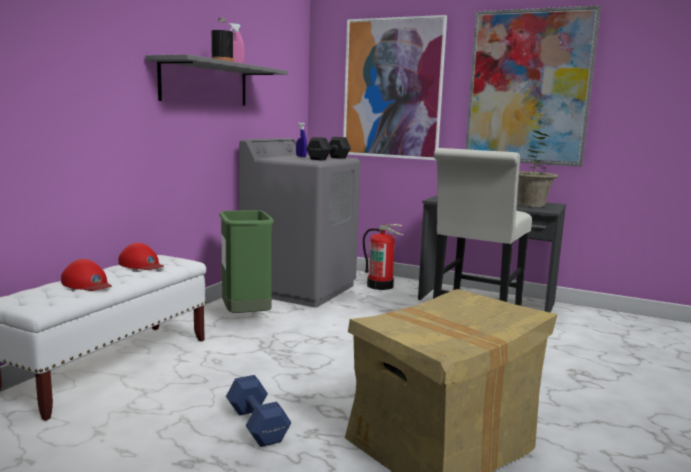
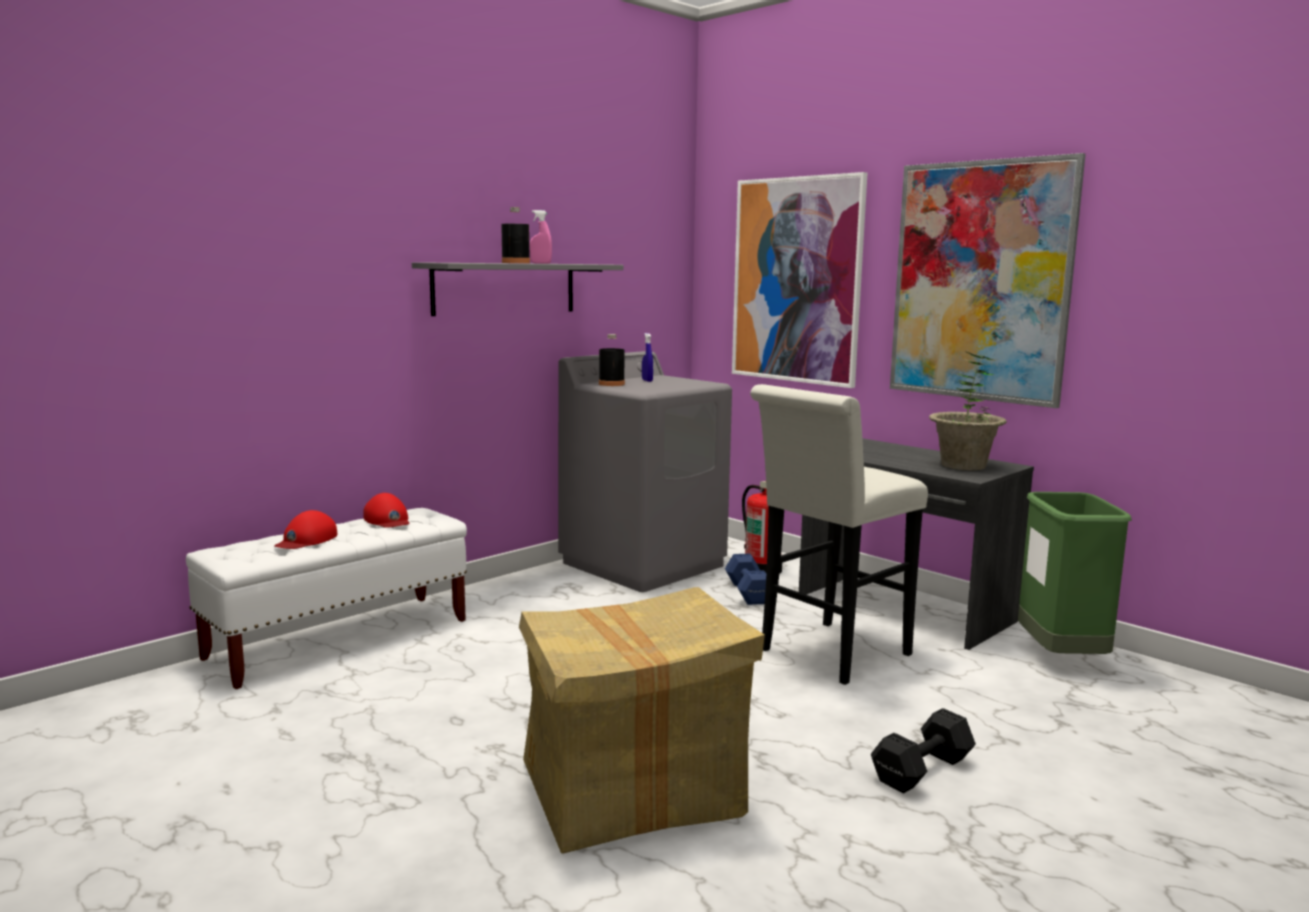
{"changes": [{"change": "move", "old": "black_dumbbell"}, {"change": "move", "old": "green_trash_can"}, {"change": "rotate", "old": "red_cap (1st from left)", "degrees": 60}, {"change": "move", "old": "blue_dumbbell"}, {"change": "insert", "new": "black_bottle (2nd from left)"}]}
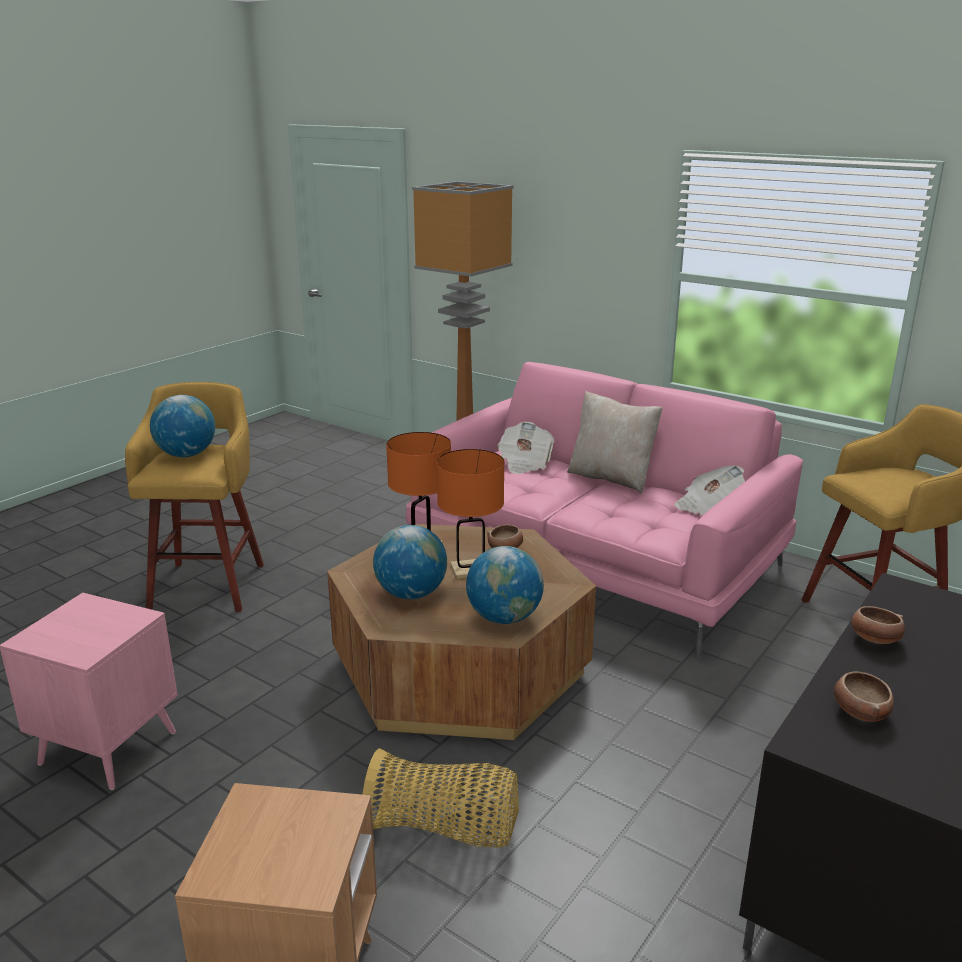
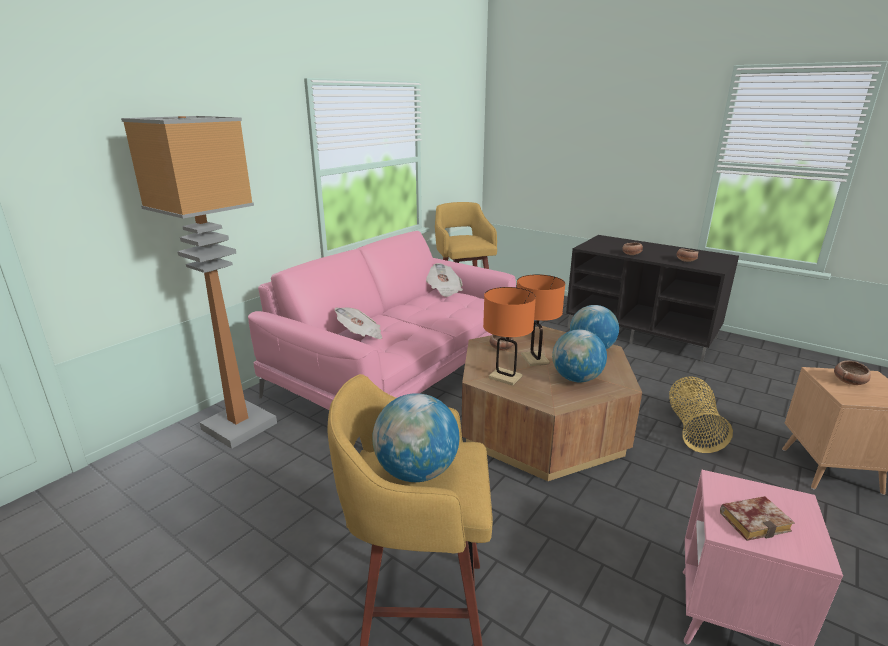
{"changes": [{"change": "delete", "old": "beige_pillow"}, {"change": "insert", "new": "bowl (4th from left)"}, {"change": "insert", "new": "book"}]}
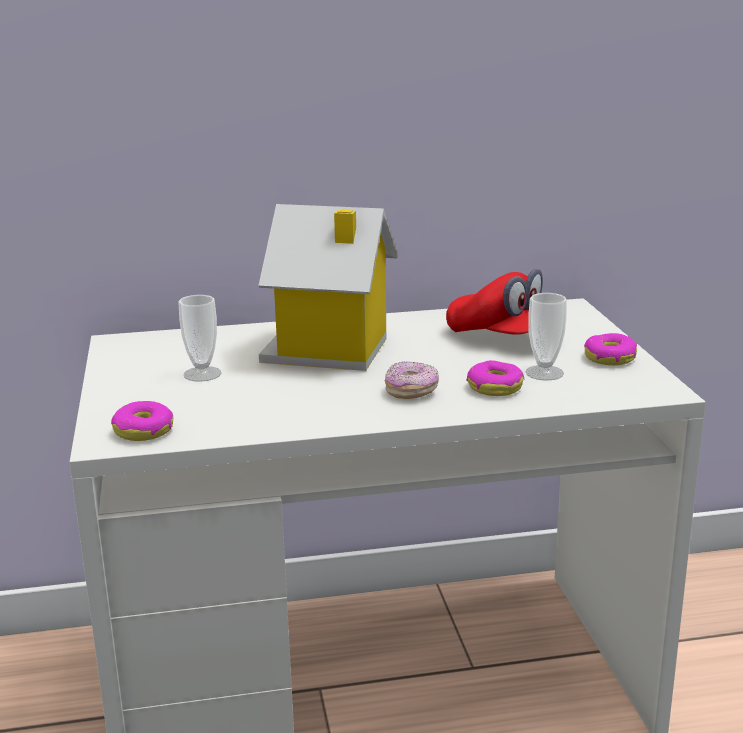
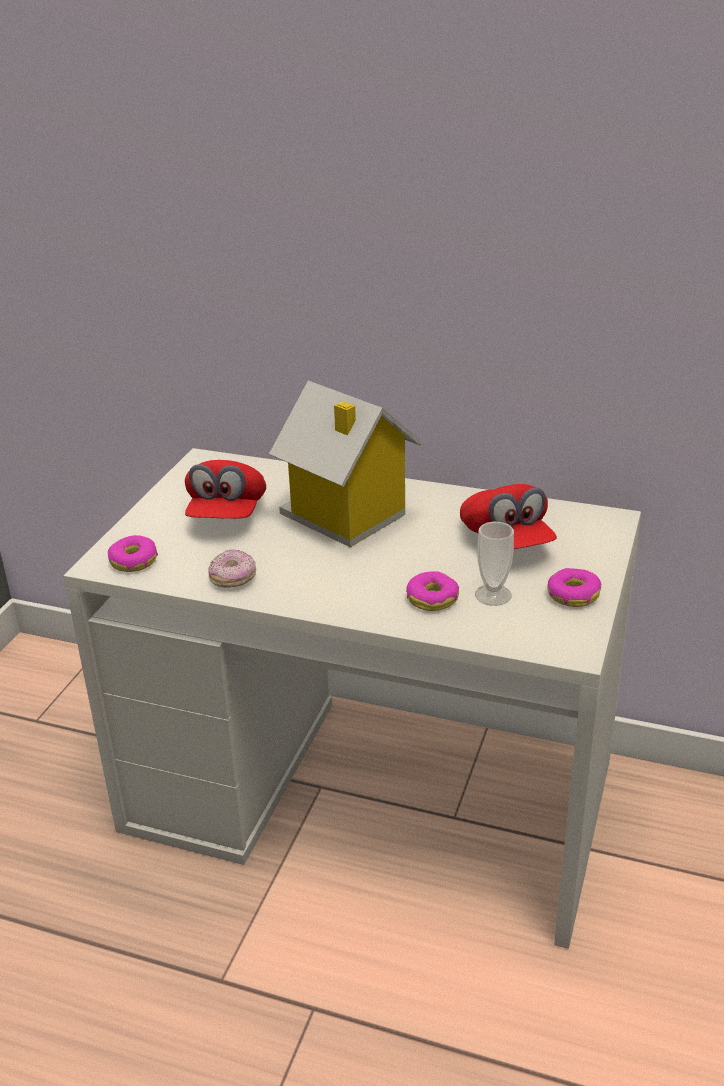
{"changes": [{"change": "replace", "old": "cup (1st from left)", "new": "red_cap (1st from left)"}, {"change": "move", "old": "donut (2nd from left)"}]}
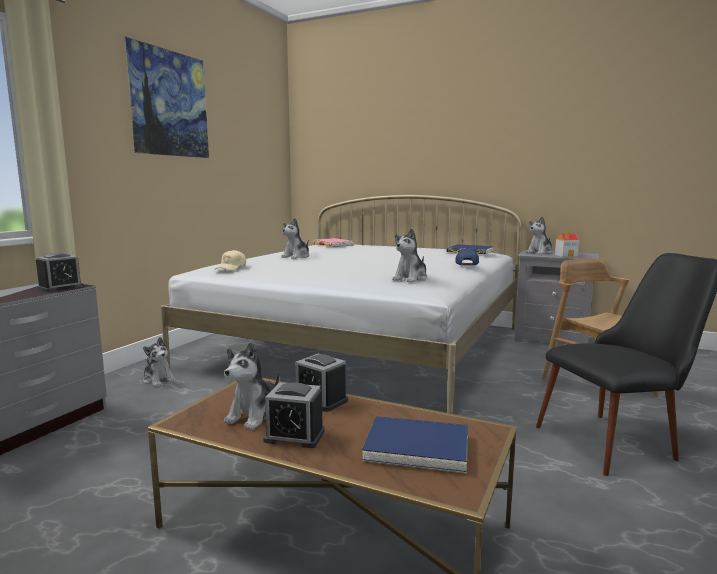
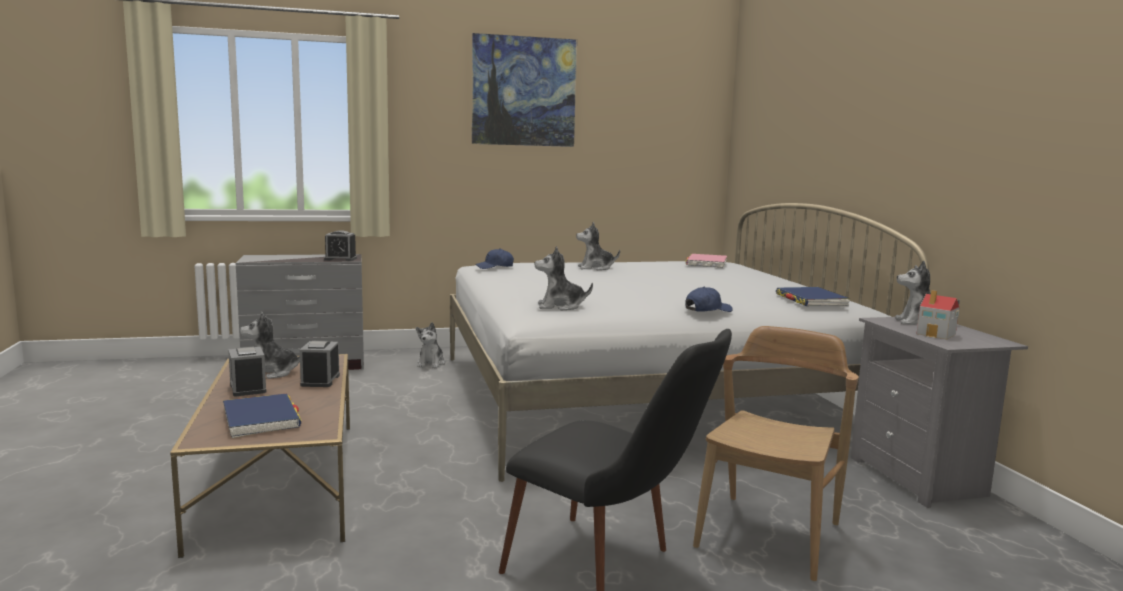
{"changes": [{"change": "recolor", "old": "beige_cap", "new": "blue_cap (1st from left)"}]}
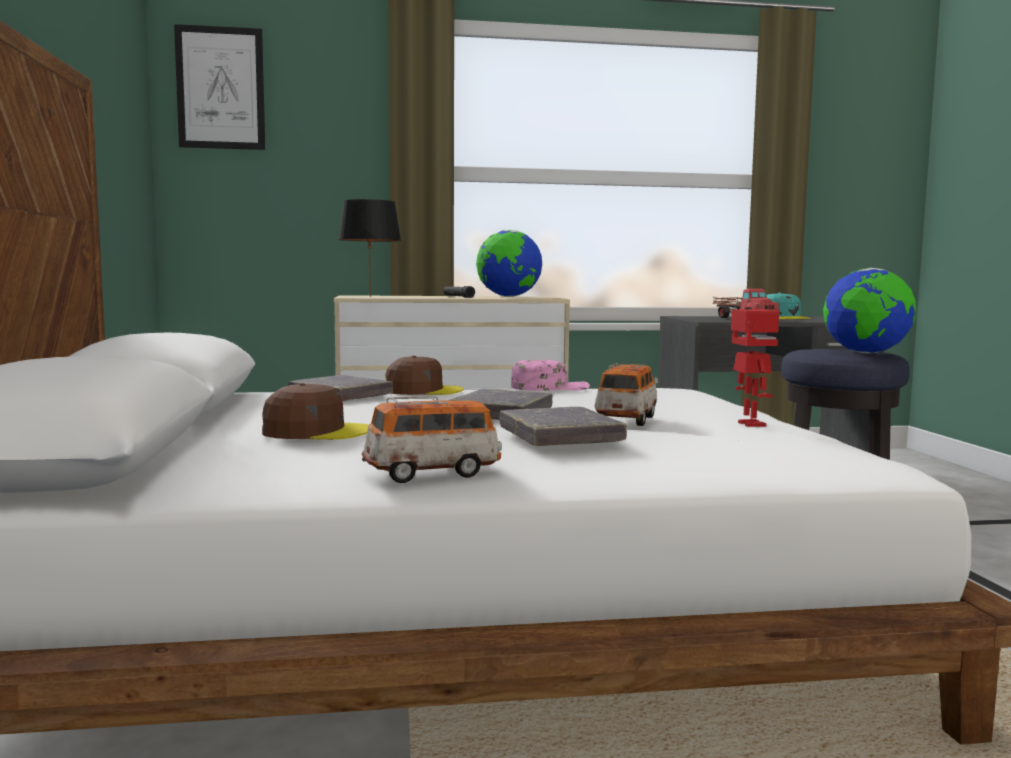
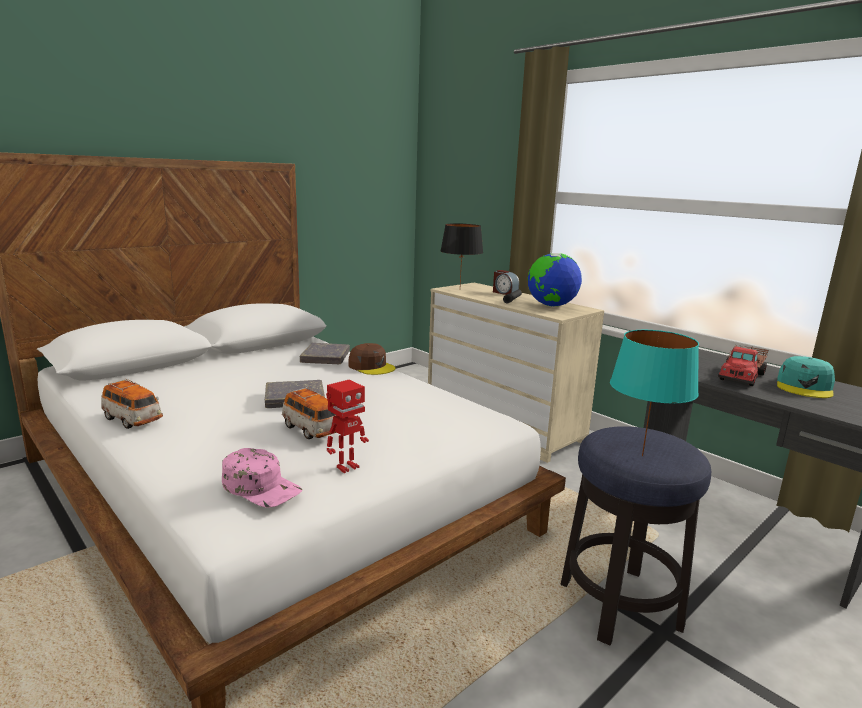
{"changes": [{"change": "delete", "old": "picture"}, {"change": "replace", "old": "globe (2nd from left)", "new": "turquoise_table_lamp"}, {"change": "move", "old": "pink_cap"}, {"change": "rotate", "old": "toy_car (2nd from left)", "degrees": 60}, {"change": "delete", "old": "brown_cap (1st from left)"}, {"change": "delete", "old": "grey_book (3rd from left)"}, {"change": "insert", "new": "alarm_clock"}]}
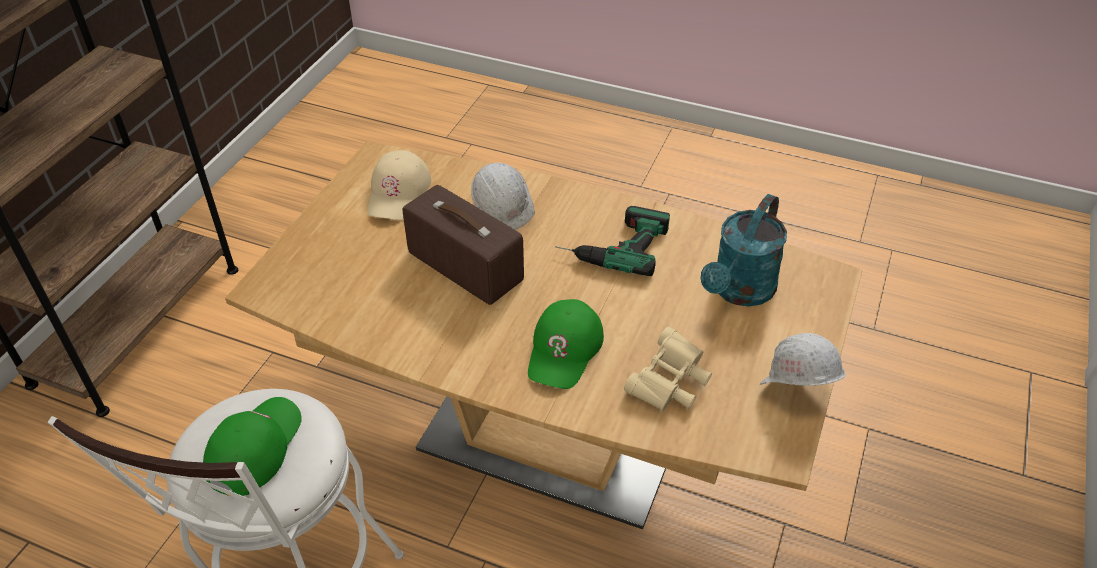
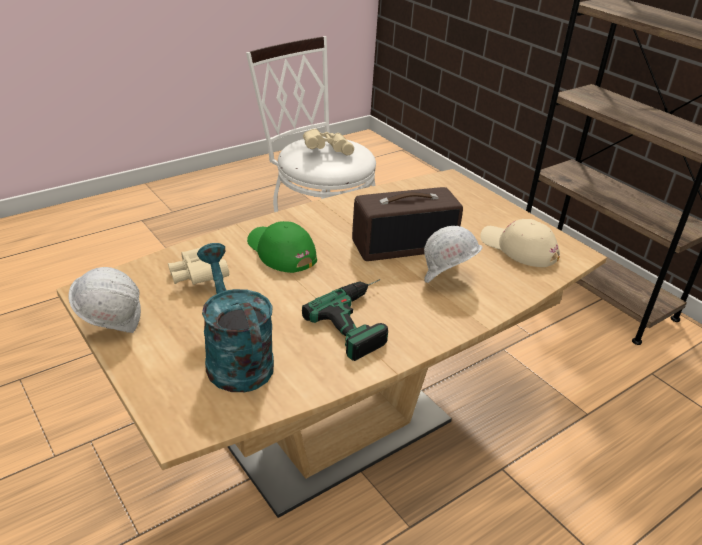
{"changes": [{"change": "replace", "old": "green_cap (1st from left)", "new": "beige_binoculars (2nd from left)"}]}
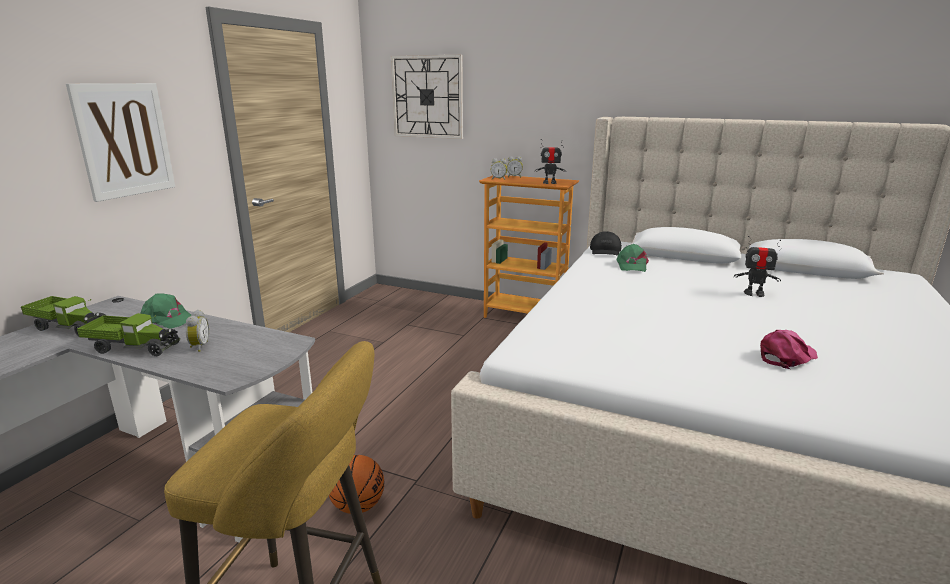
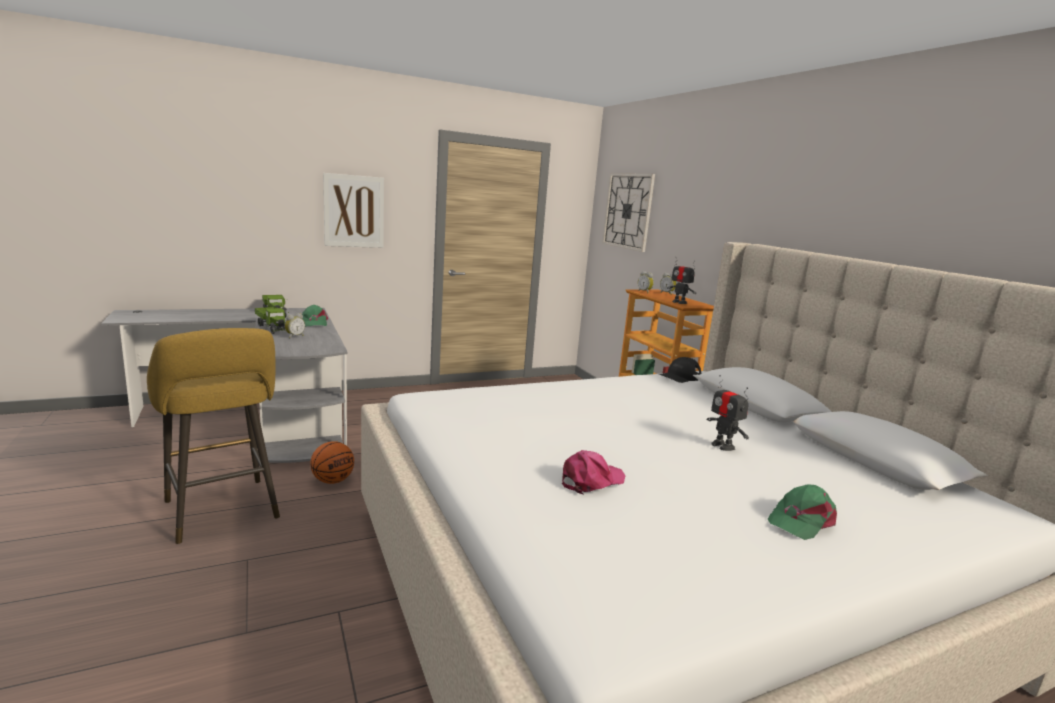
{"changes": [{"change": "move", "old": "green_cap (2nd from left)"}, {"change": "rotate", "old": "pink_cap", "degrees": -45}]}
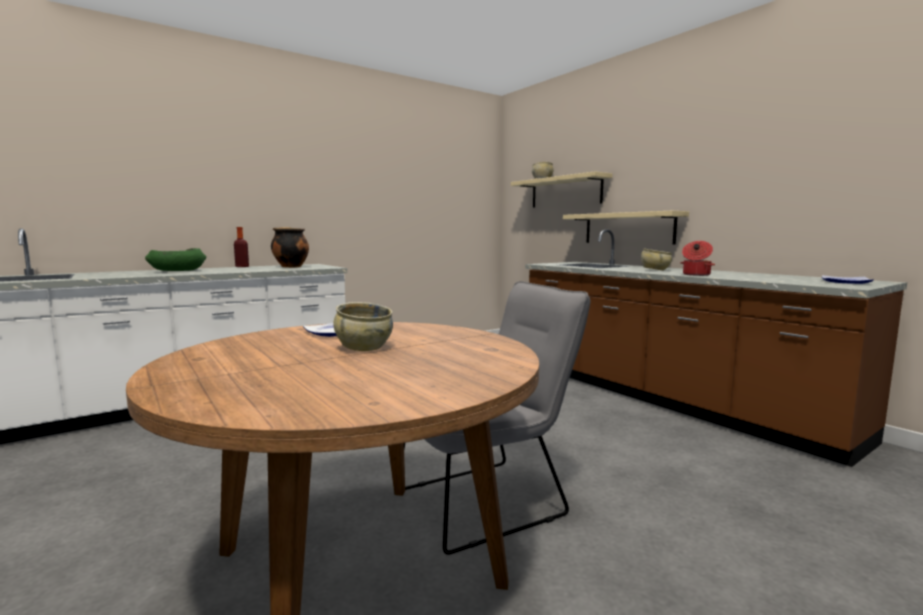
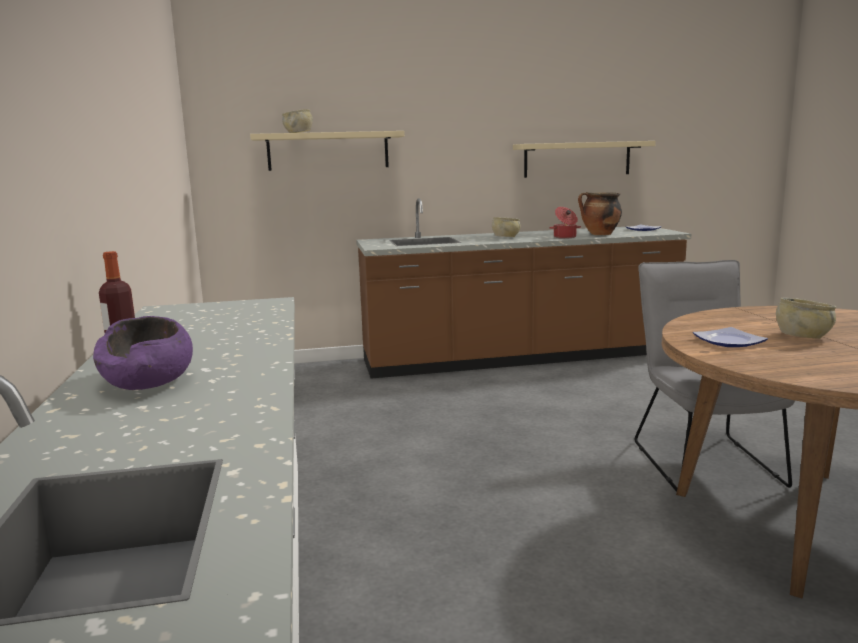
{"changes": [{"change": "move", "old": "beige_shelf (2nd from left)"}, {"change": "move", "old": "cooking_pot (1st from left in the first image)", "new": "cooking_pot (2nd from left)"}, {"change": "recolor", "old": "green_bowl", "new": "purple_bowl"}]}
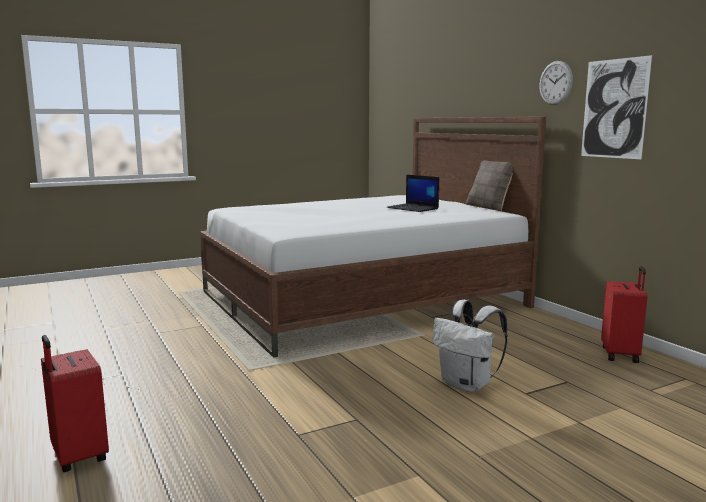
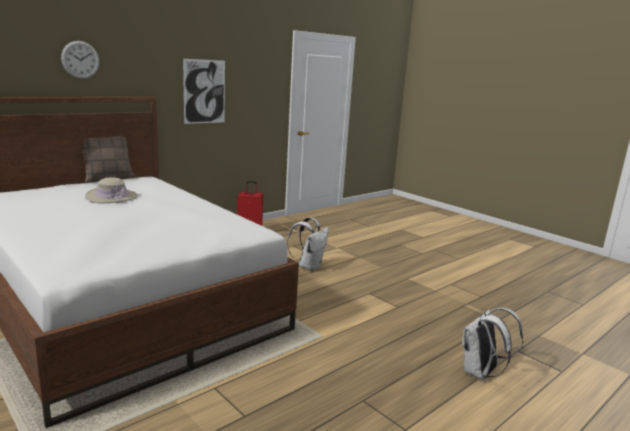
{"changes": [{"change": "move", "old": "wall_clock"}, {"change": "replace", "old": "laptop", "new": "beige_hat"}, {"change": "replace", "old": "red_suitcase (1st from left)", "new": "white_backpack (2nd from left)"}]}
